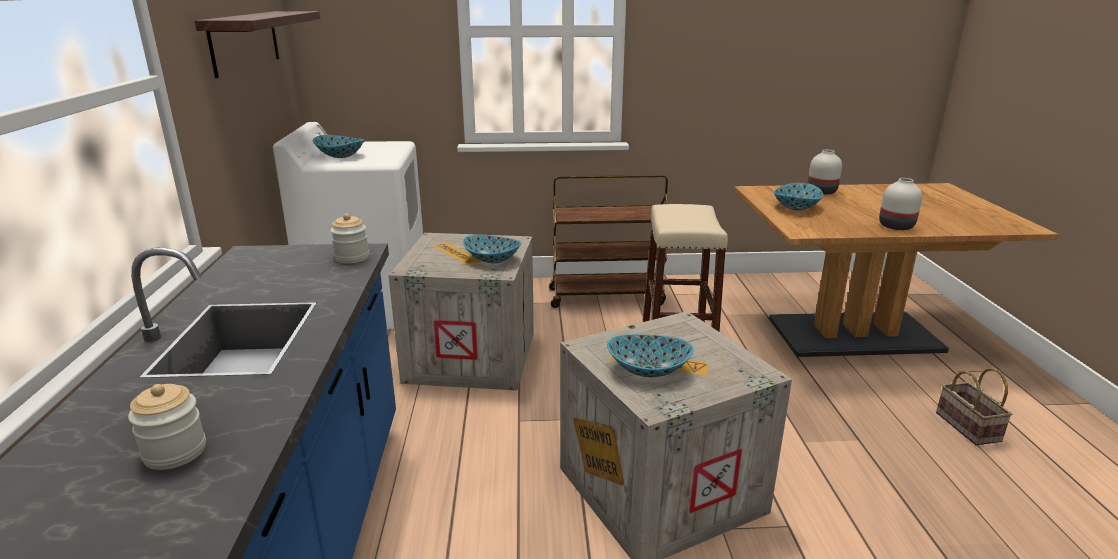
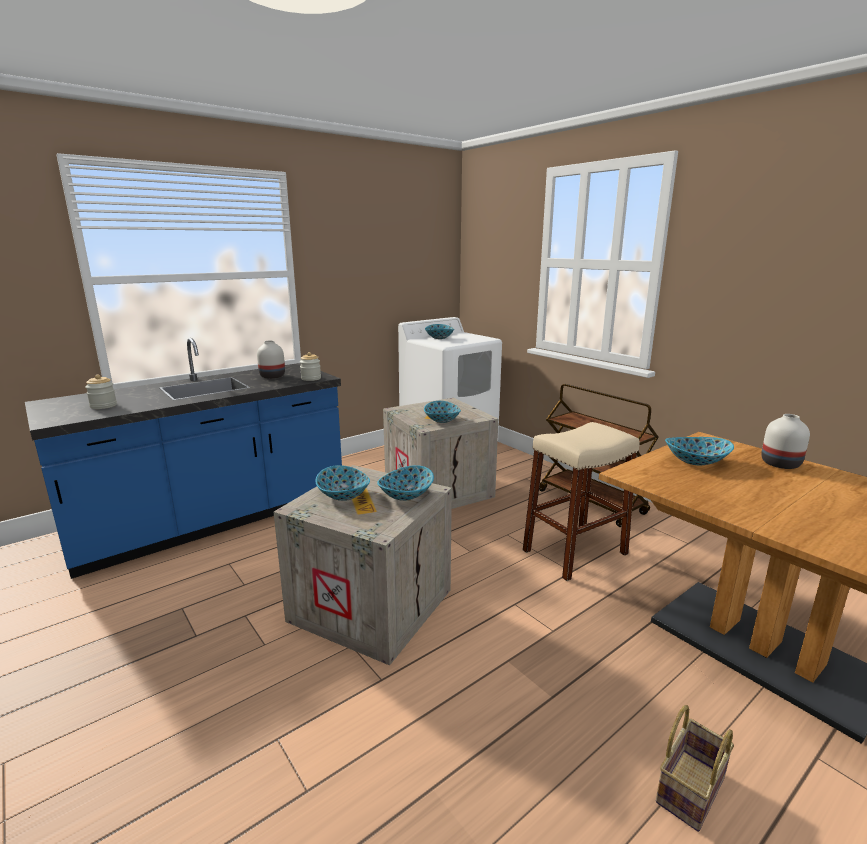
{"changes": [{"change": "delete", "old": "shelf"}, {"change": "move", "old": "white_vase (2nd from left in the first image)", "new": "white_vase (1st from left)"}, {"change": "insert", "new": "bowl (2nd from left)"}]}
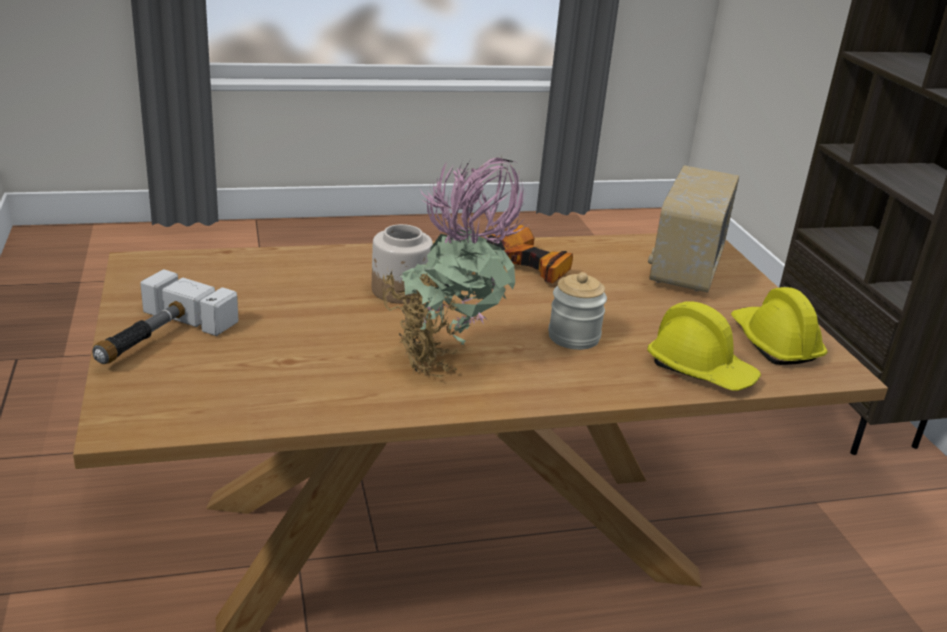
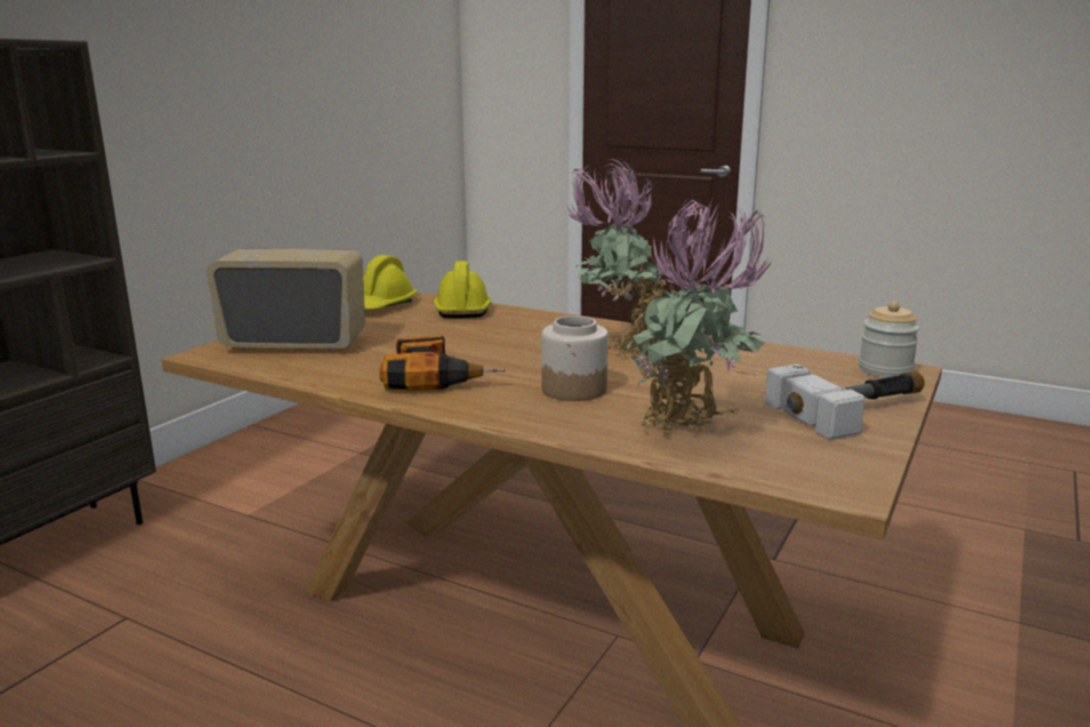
{"changes": [{"change": "rotate", "old": "radio", "degrees": -150}, {"change": "move", "old": "jar (2nd from left)"}, {"change": "insert", "new": "potted_plant (2nd from left)"}]}
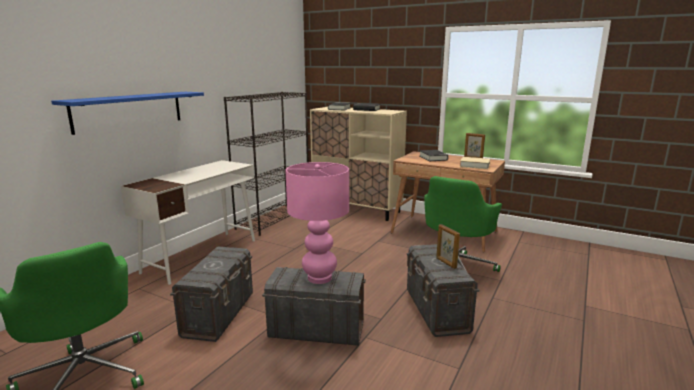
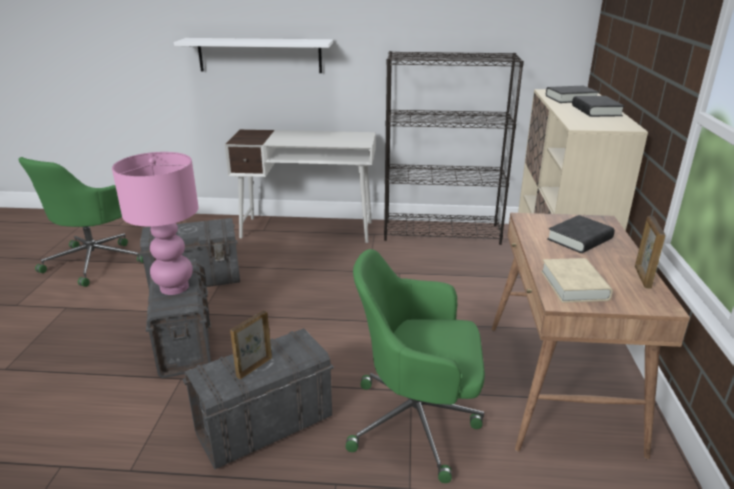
{"changes": [{"change": "recolor", "old": "blue_shelf", "new": "white_shelf"}]}
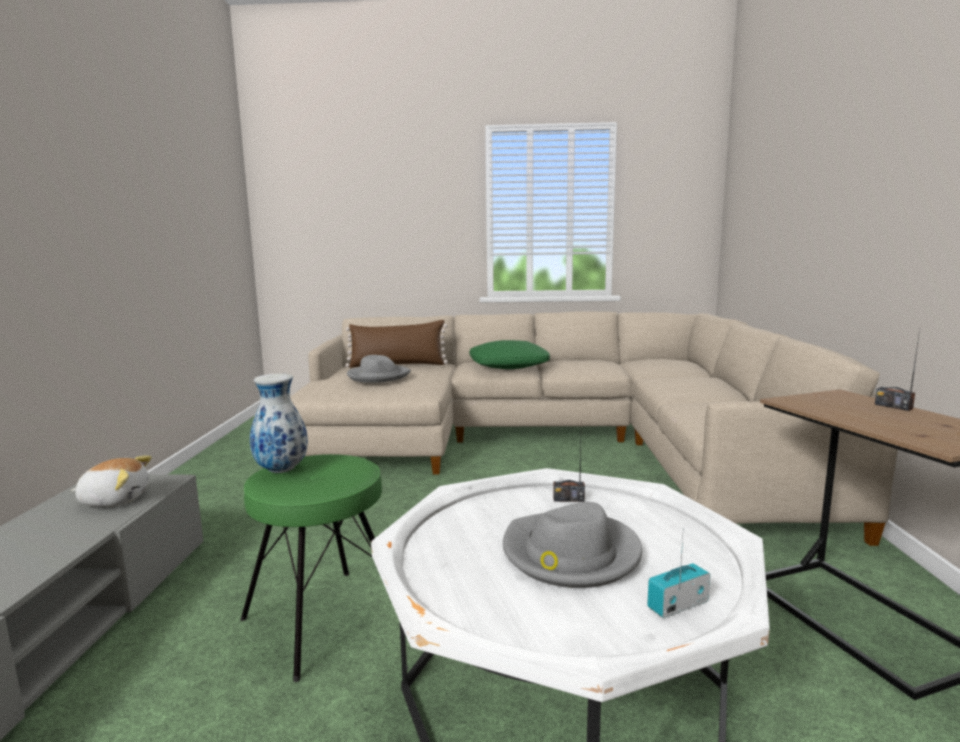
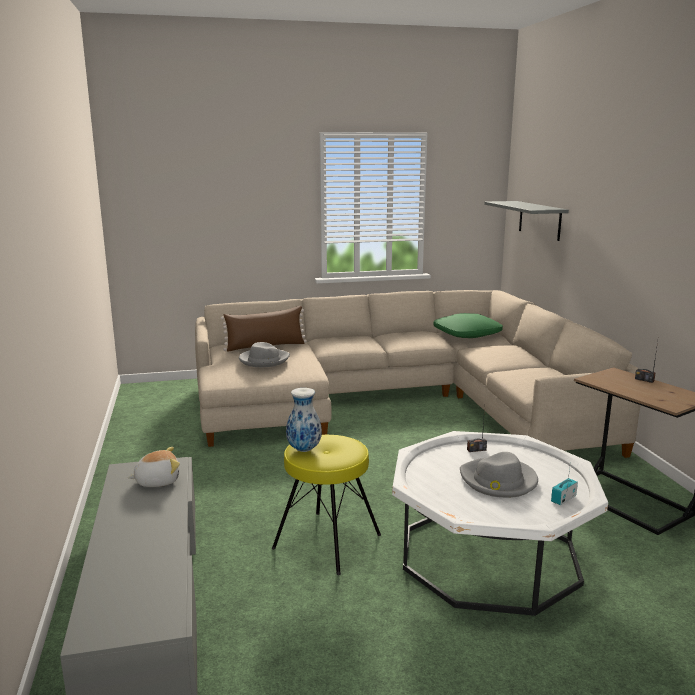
{"changes": [{"change": "move", "old": "green_pillow"}, {"change": "recolor", "old": "green_stool", "new": "yellow_stool"}, {"change": "insert", "new": "grey_shelf"}]}
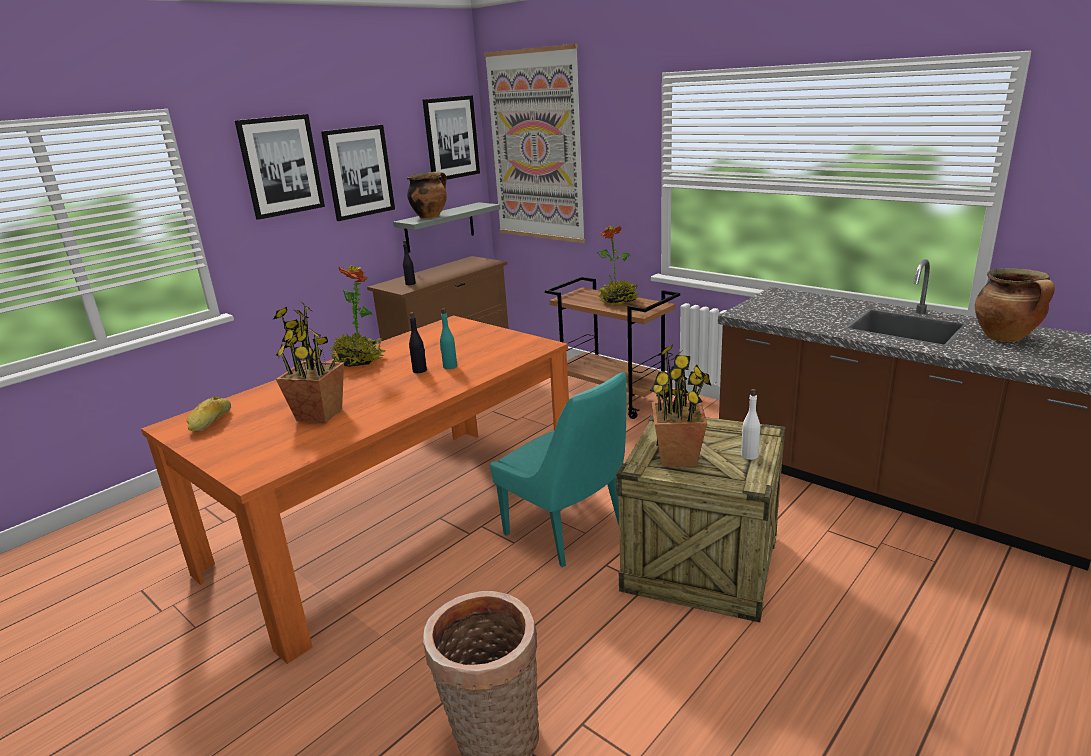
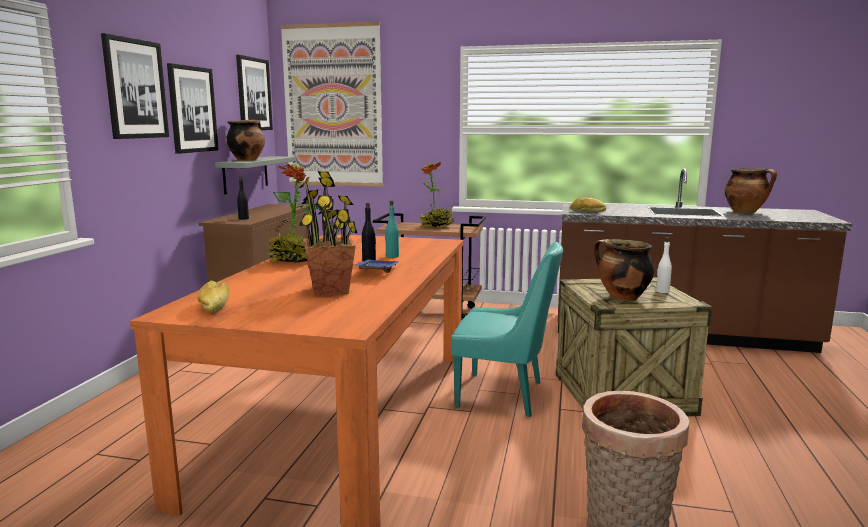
{"changes": [{"change": "replace", "old": "potted_plant (4th from left)", "new": "cooking_pot (2nd from left)"}, {"change": "insert", "new": "bread (2nd from left)"}, {"change": "insert", "new": "blue_tray"}]}
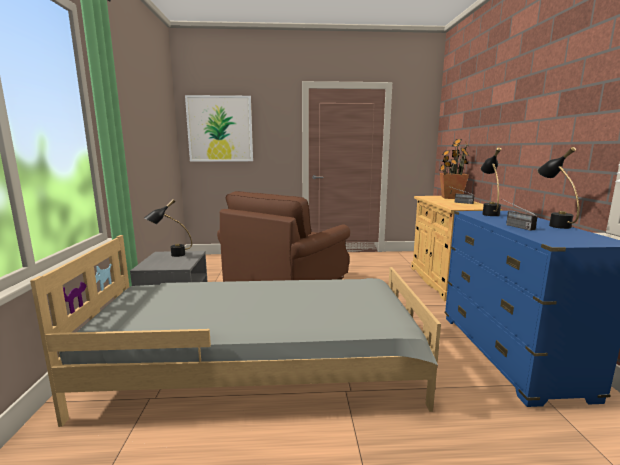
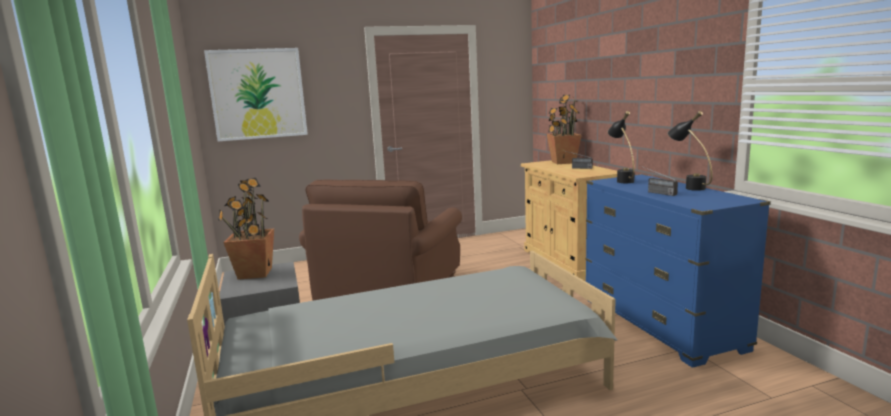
{"changes": [{"change": "replace", "old": "black_table_lamp (1st from left)", "new": "potted_plant (1st from left)"}]}
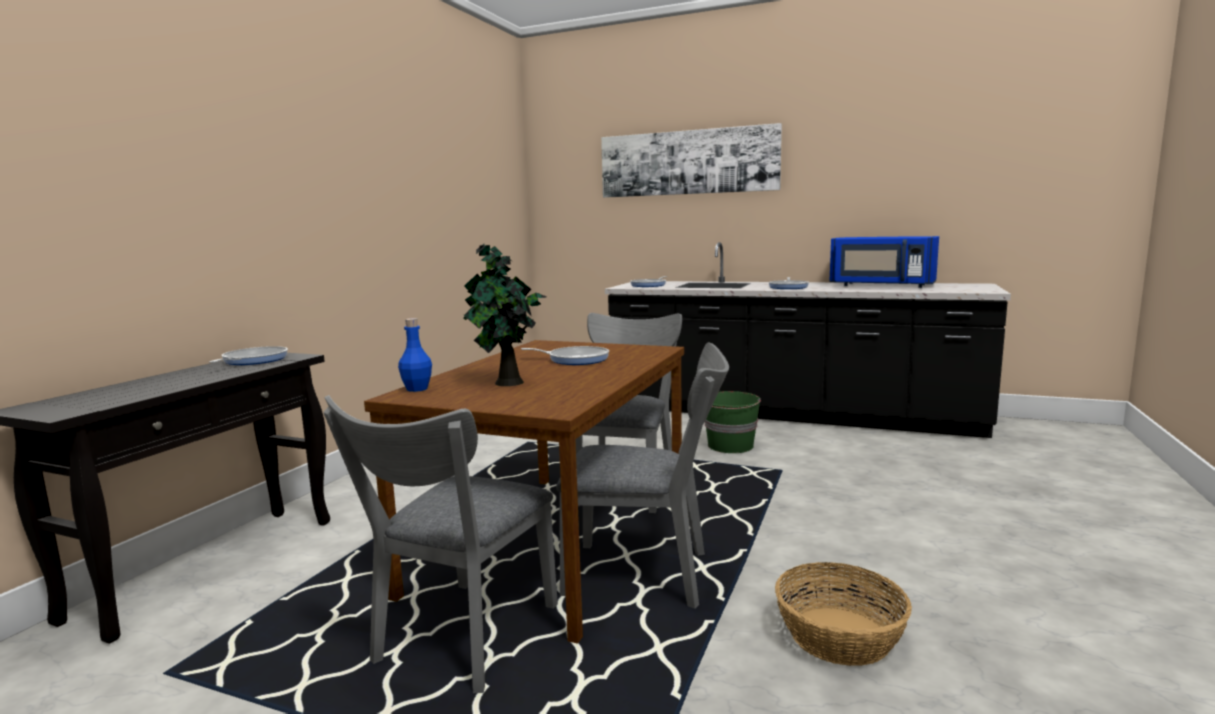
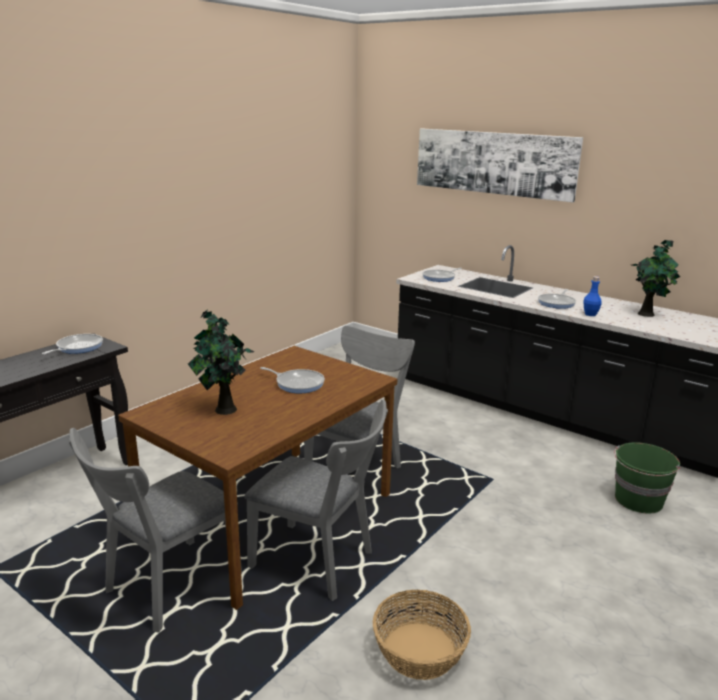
{"changes": [{"change": "replace", "old": "blue_microwave", "new": "potted_plant (2nd from left)"}, {"change": "move", "old": "blue_bottle"}, {"change": "move", "old": "green_bucket"}]}
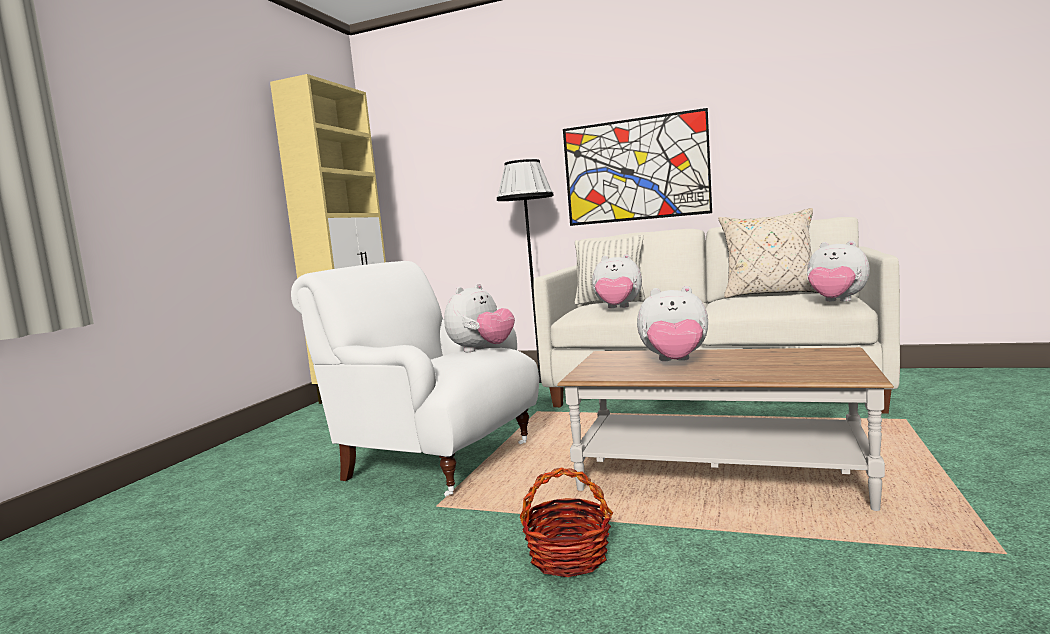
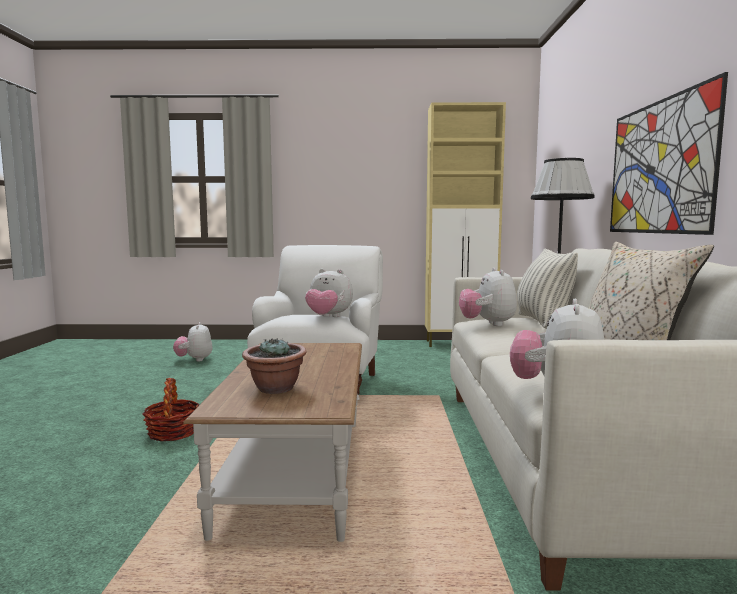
{"changes": [{"change": "move", "old": "plush_toy (3rd from left in the first image)", "new": "plush_toy (1st from left)"}, {"change": "insert", "new": "potted_plant"}]}
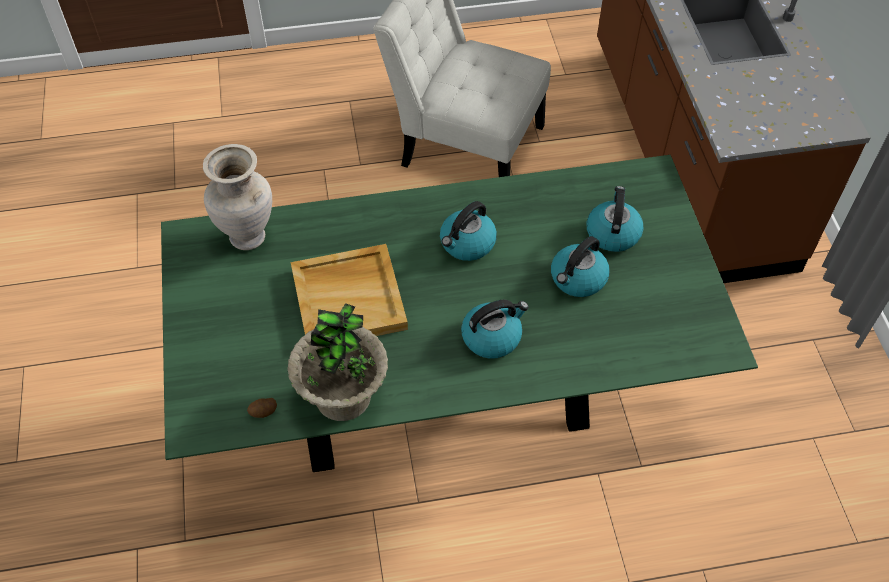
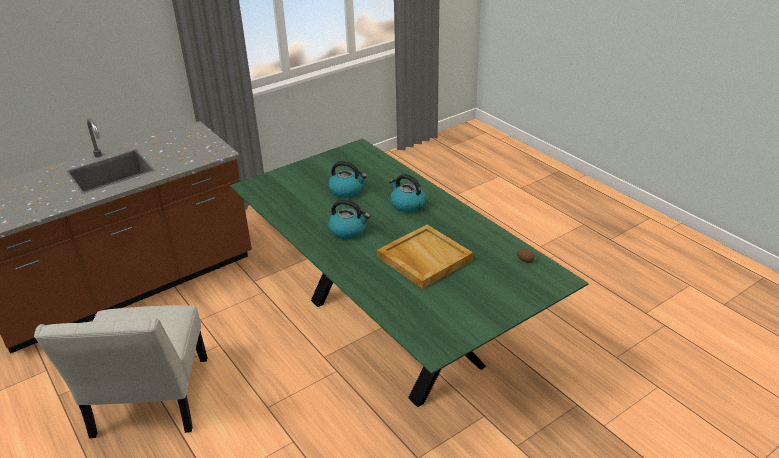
{"changes": [{"change": "delete", "old": "beige_vase"}, {"change": "delete", "old": "kettle (4th from left)"}, {"change": "delete", "old": "potted_plant"}]}
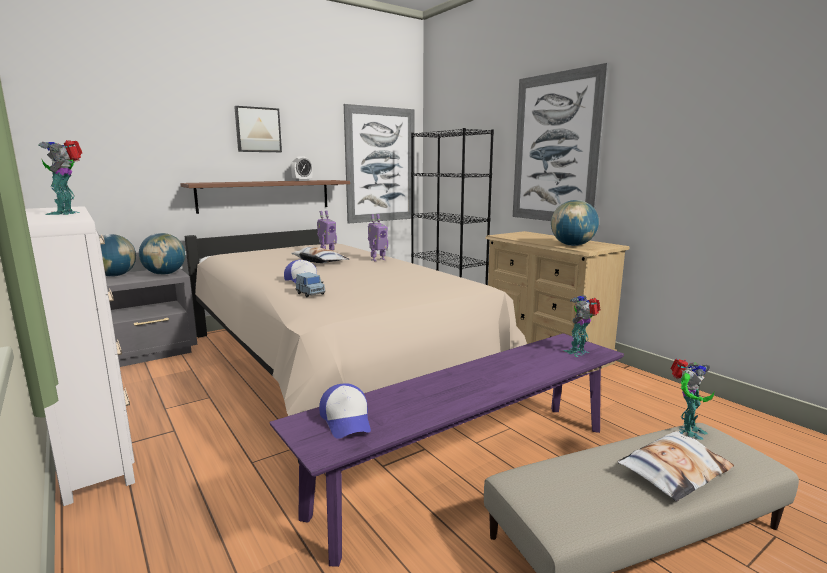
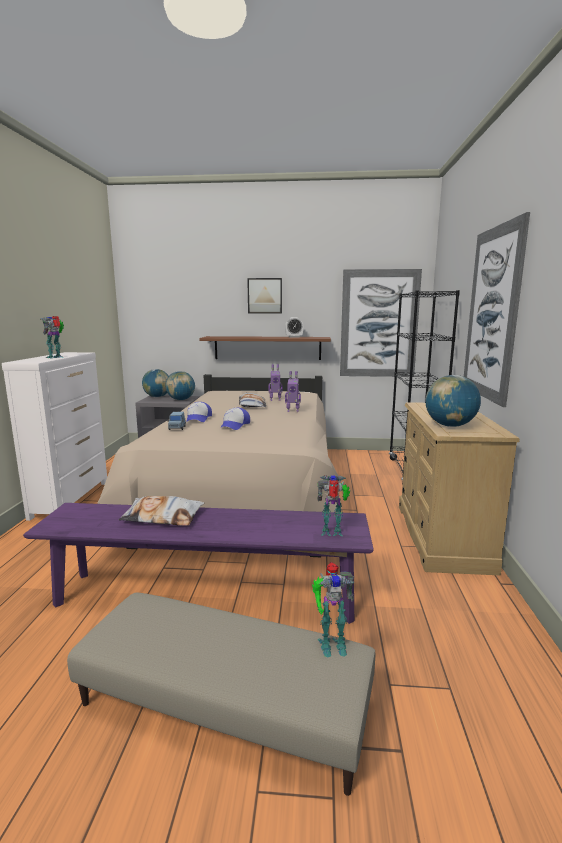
{"changes": [{"change": "move", "old": "cap (2nd from left)"}, {"change": "move", "old": "pillow (2nd from left in the first image)", "new": "pillow (1st from left)"}]}
